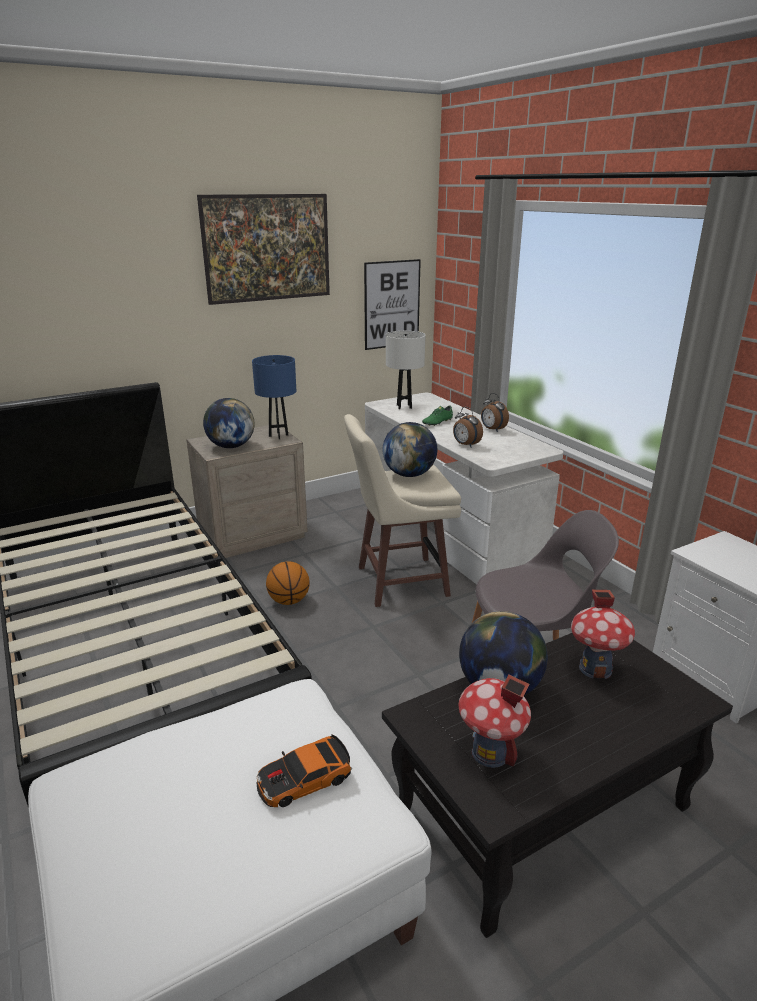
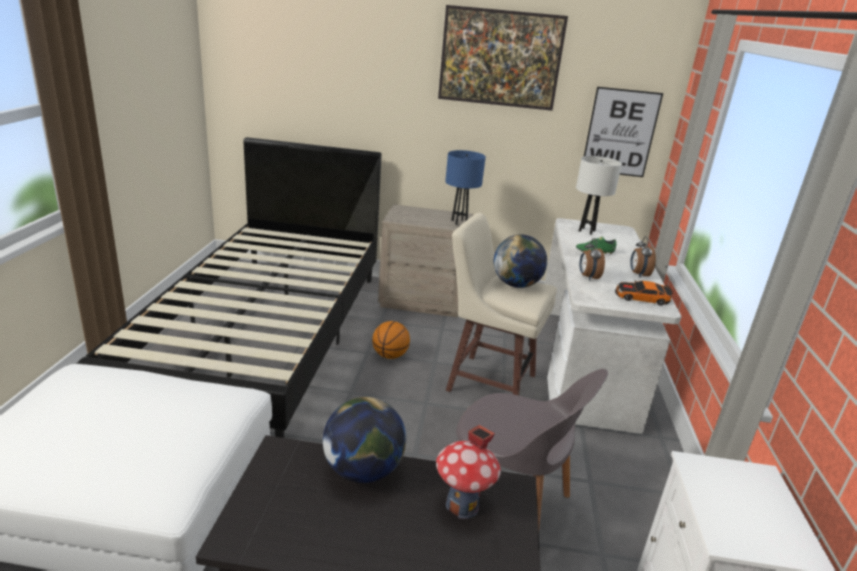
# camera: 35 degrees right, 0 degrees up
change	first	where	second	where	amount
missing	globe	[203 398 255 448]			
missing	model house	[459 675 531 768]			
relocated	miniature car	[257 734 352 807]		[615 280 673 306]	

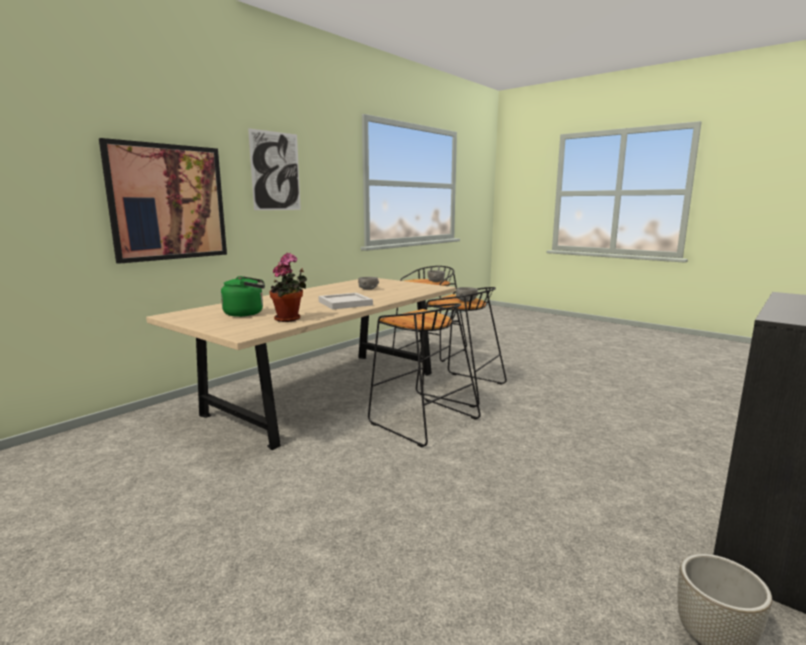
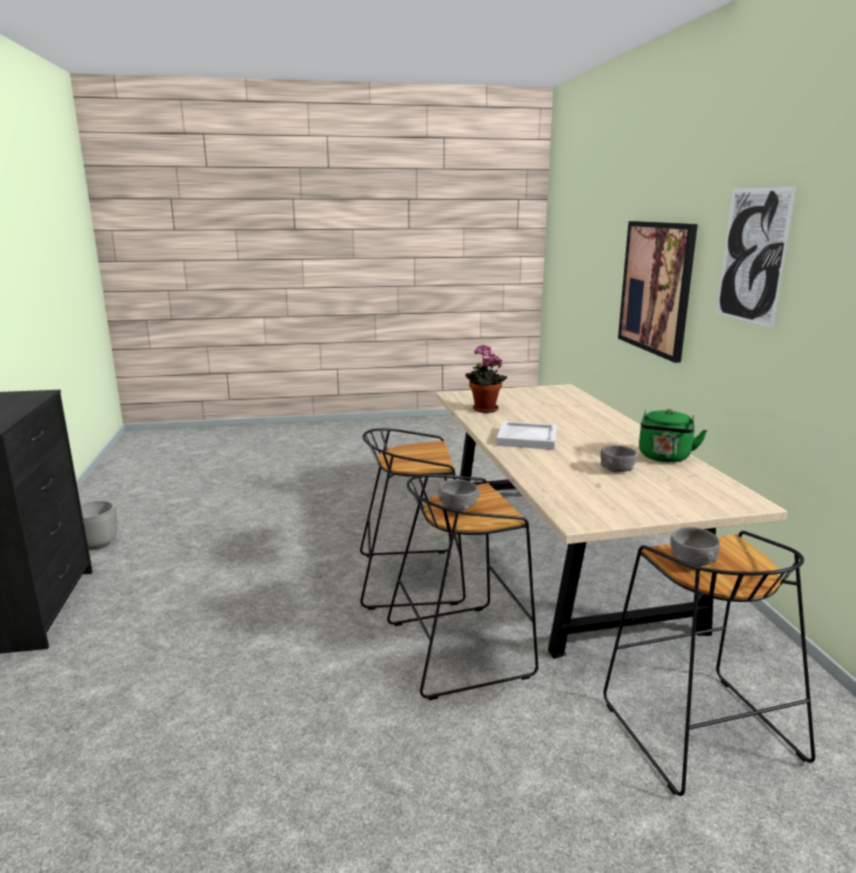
# camera: 130 degrees right, 5 degrees up
change	first	where	second	where	amount
relocated	greenish kettle	[221 276 265 317]		[639 409 707 462]	

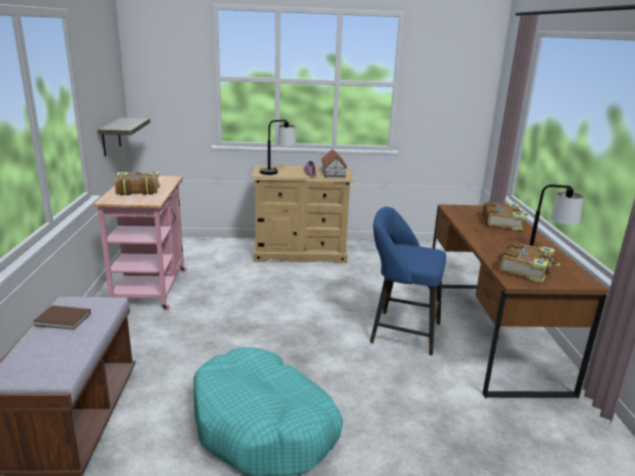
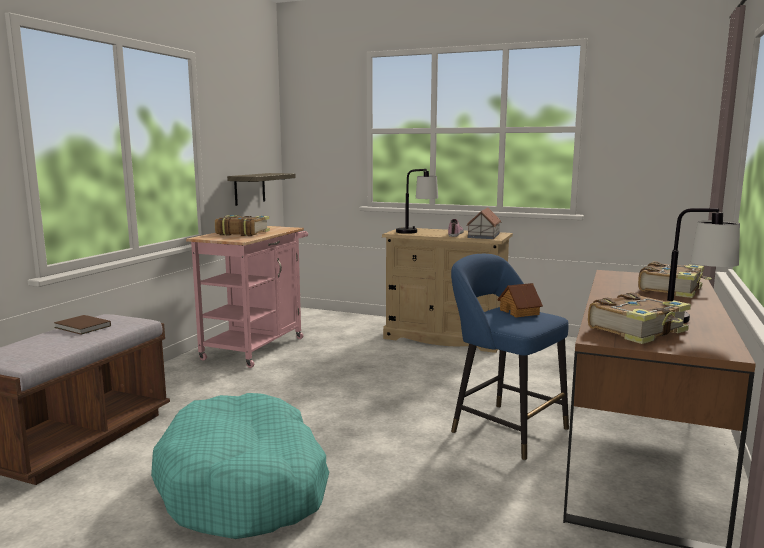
# camera: 25 degrees right, 10 degrees down
change	first	where	second	where	amount
appeared			model house	[497 283 543 317]	

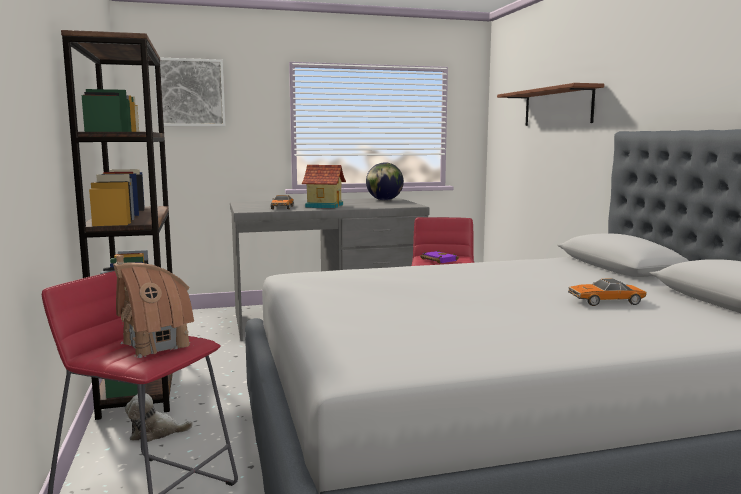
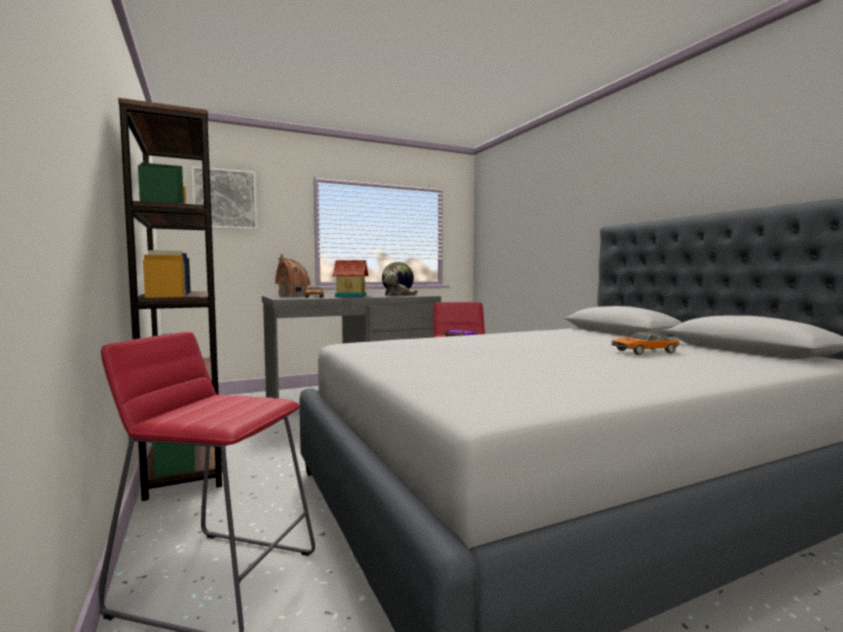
# camera: 10 degrees left, 5 degrees down
change	first	where	second	where	amount
missing	brownish shelf	[497 83 604 126]			
relocated	model house	[113 255 194 358]		[275 254 311 296]	
relocated	soft toy	[125 393 193 442]		[383 273 418 296]	

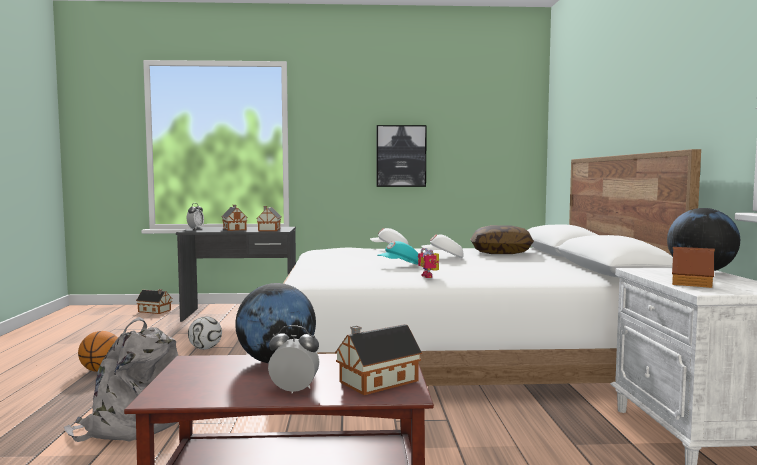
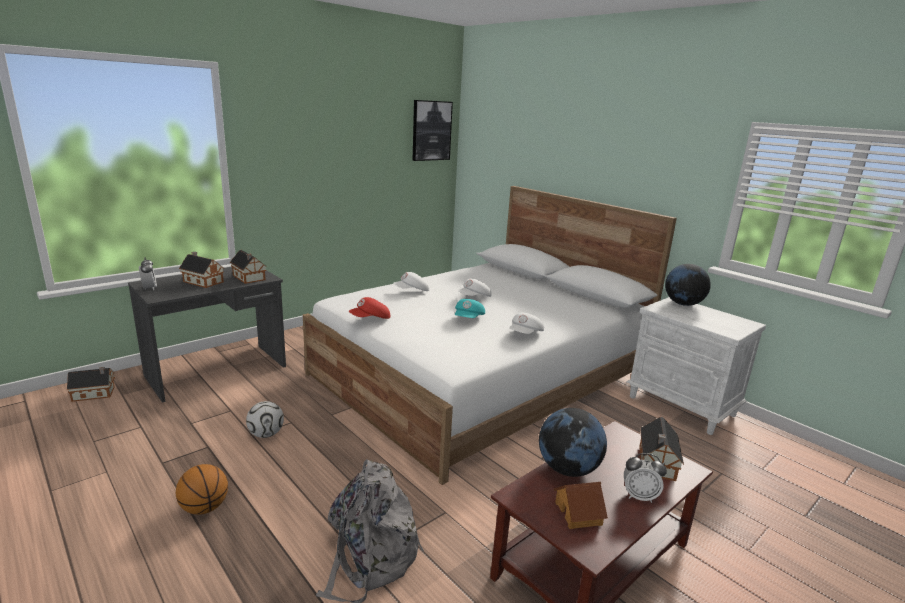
# camera: 40 degrees left, 15 degrees up
change	first	where	second	where	amount
relocated	wall art	[376 125 427 187]		[413 100 453 161]	
missing	cushion	[470 225 534 254]			
relocated	model house	[672 247 715 288]		[554 482 608 529]	
exchanged	model robot	[418 248 439 278]	white-coloured baseball cap	[509 312 544 334]	
spun	table clock	[268 325 319 393]		[624 453 667 503]	135 degrees counterclockwise
appeared			reddish baseball cap	[349 297 390 319]	

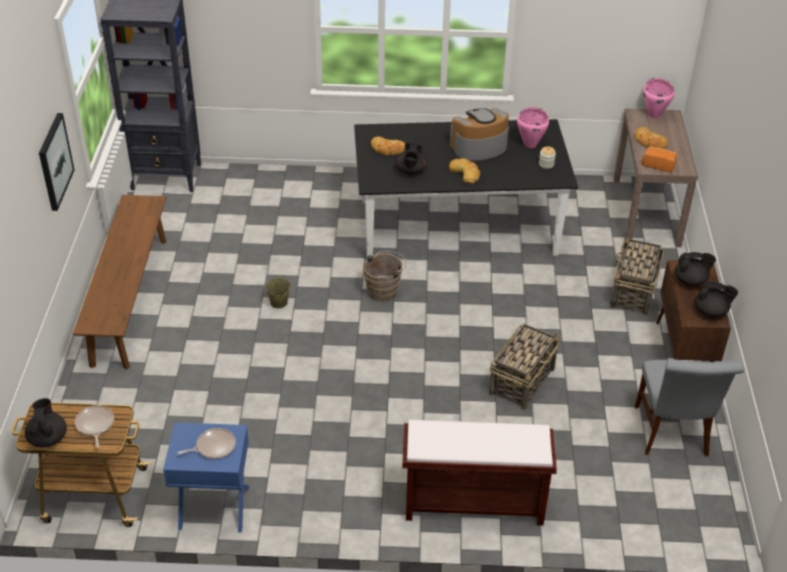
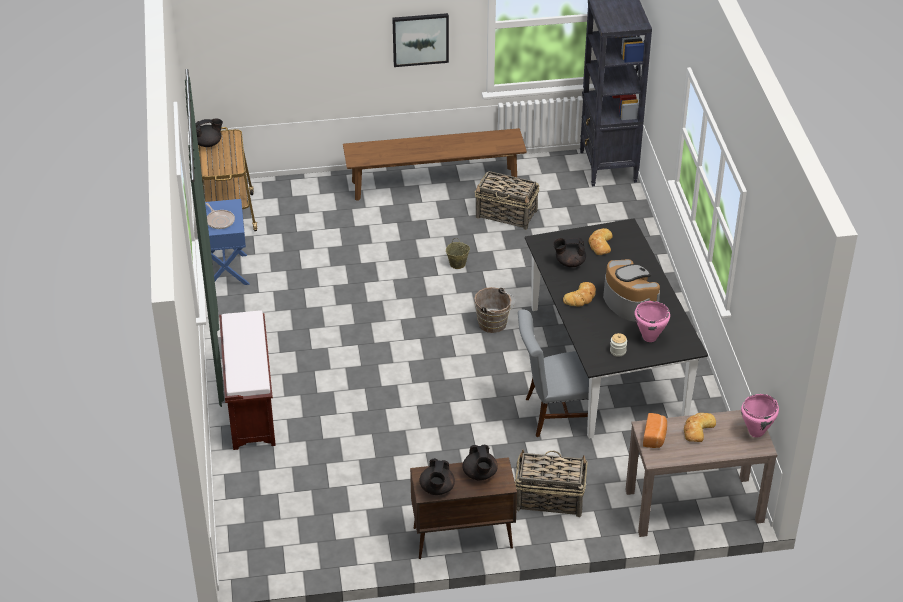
# camera: 80 degrees right, 0 degrees up
change	first	where	second	where	amount
relocated	household basket	[489 324 560 410]		[475 171 540 230]	
relocated	greyish chair	[635 359 744 456]		[518 309 589 437]	
missing	pan	[75 405 114 448]			

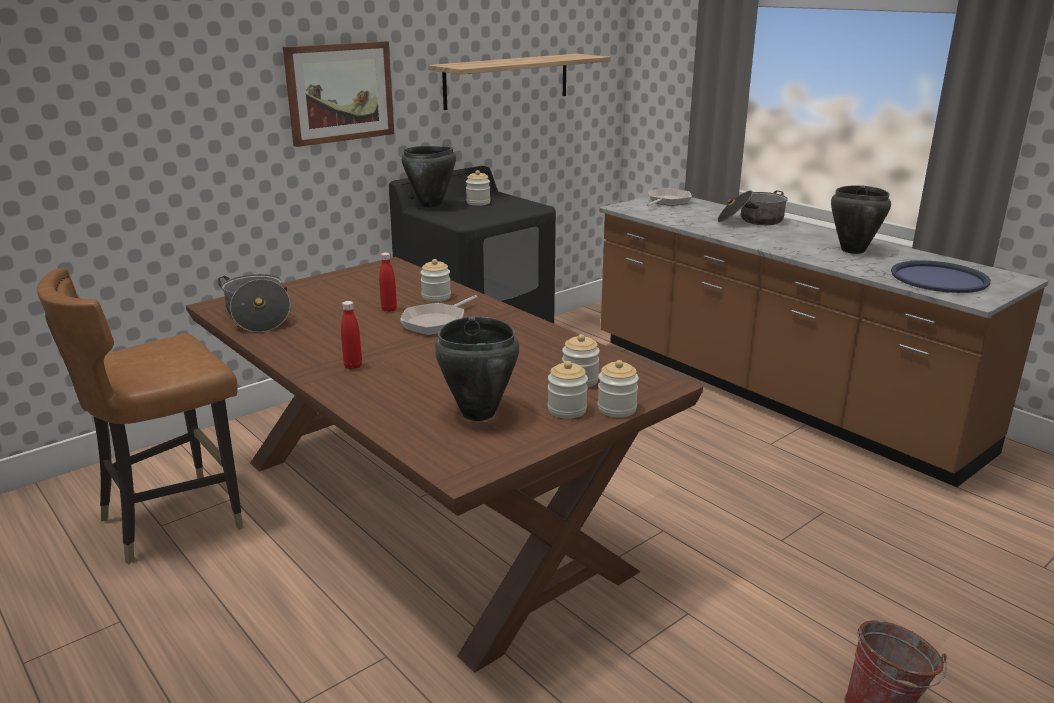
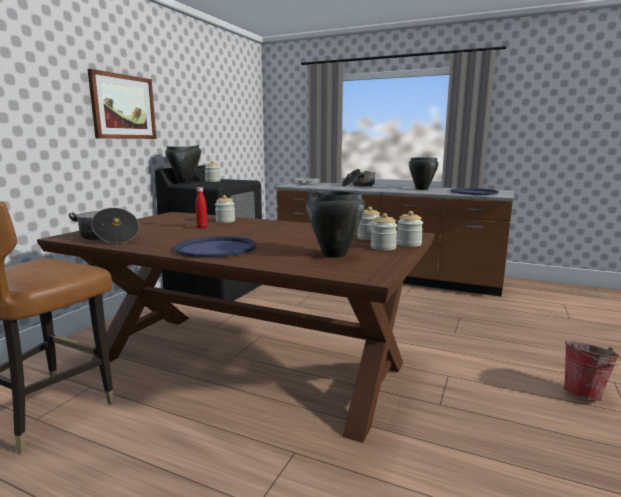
# camera: 25 degrees left, 10 degrees down
change	first	where	second	where	amount
missing	shelf	[428 54 611 110]			
missing	pan	[400 295 477 335]			
exchanged	reddish bottle	[341 301 362 369]	blue tray	[174 236 257 258]	

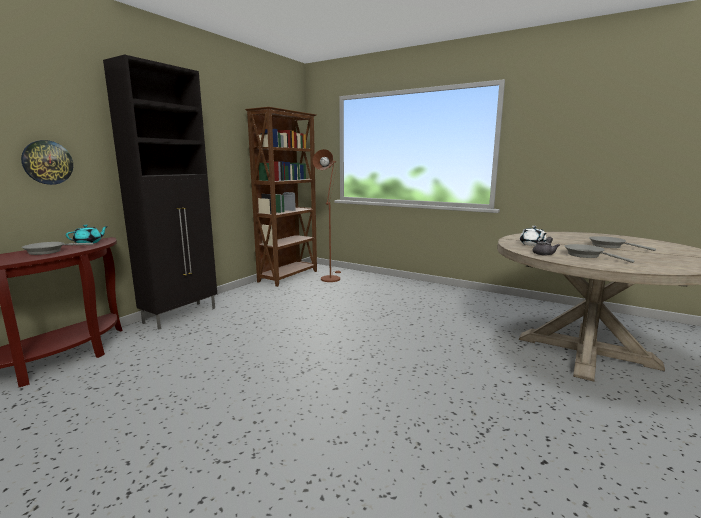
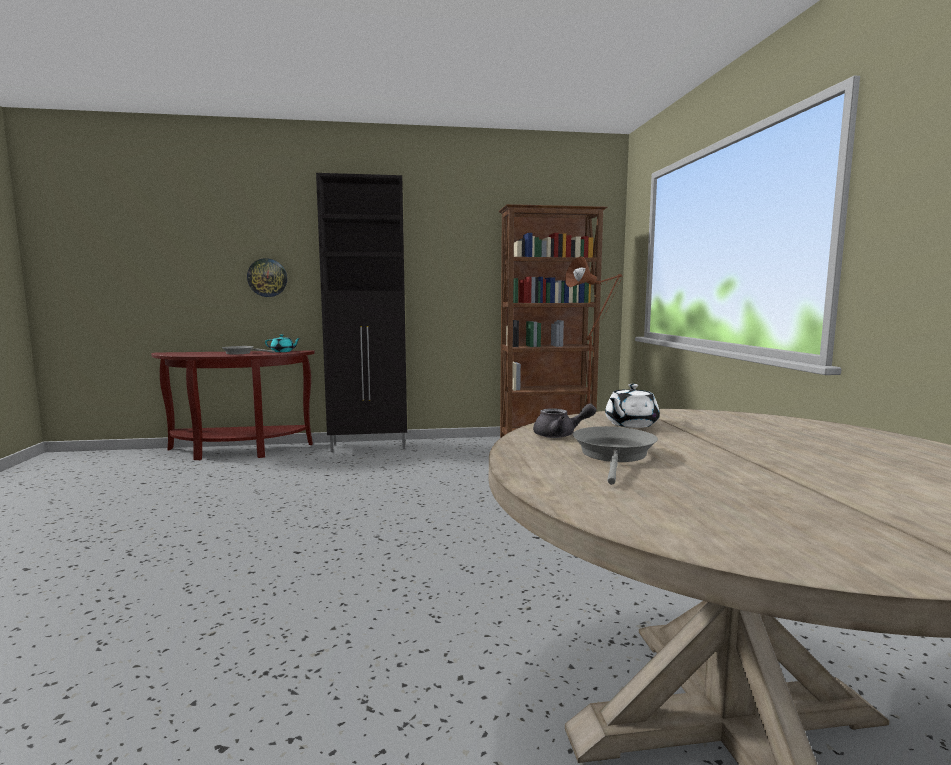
# camera: 50 degrees right, 5 degrees down
change	first	where	second	where	amount
missing	greyish pan	[589 236 656 251]			

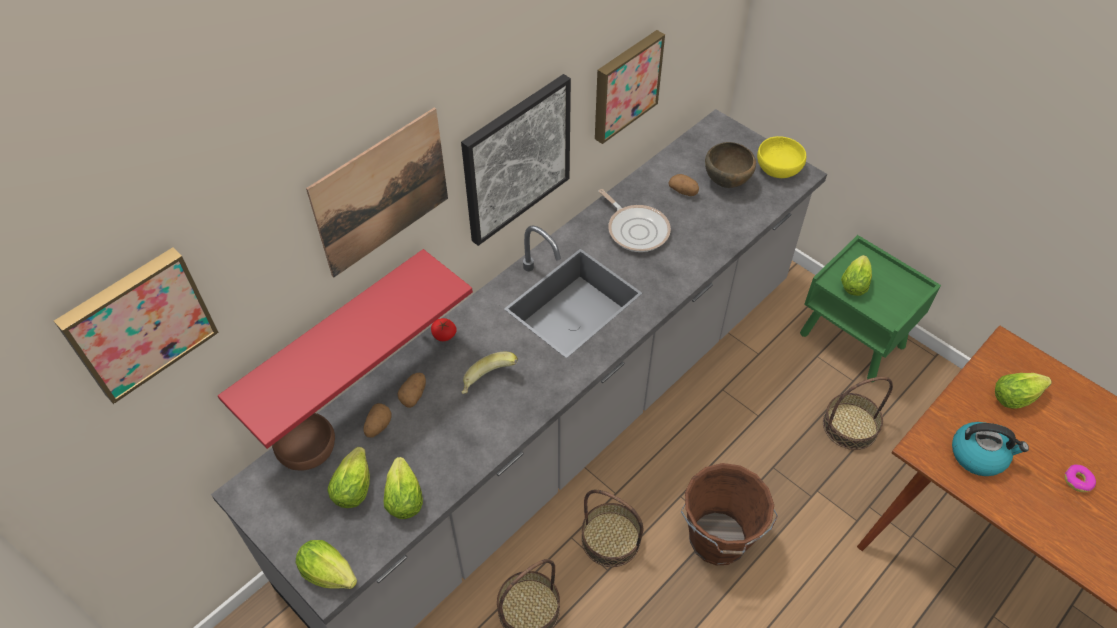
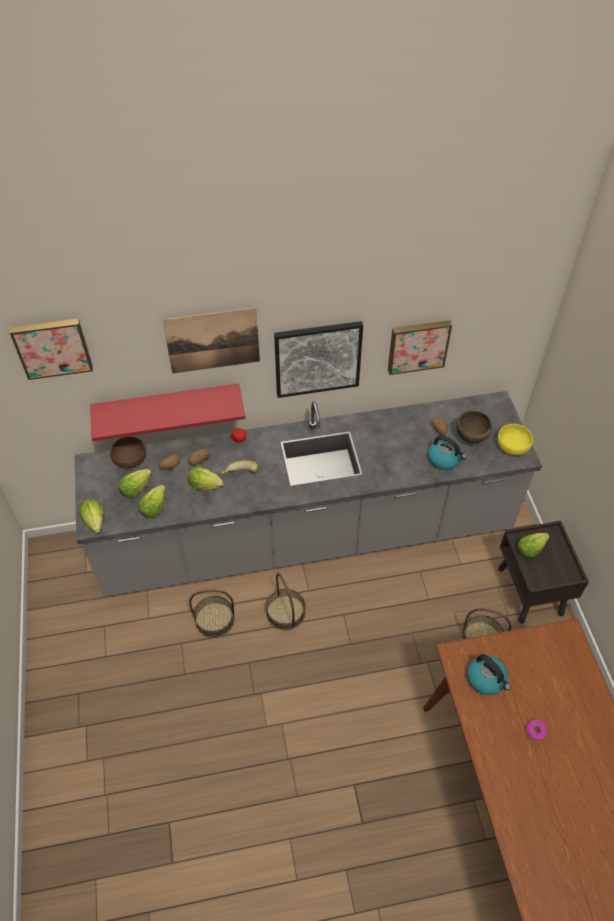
# camera: 35 degrees right, 0 degrees up
change	first	where	second	where	amount
missing	pan	[598 189 671 252]			
colour	greenish night table	[800 235 941 382]	brownish night table	[498 521 589 624]	
relocated	head of lettuce	[995 373 1052 409]		[188 466 224 490]	
missing	brownish bucket	[681 463 778 565]			
appeared			kettle	[428 435 467 470]	

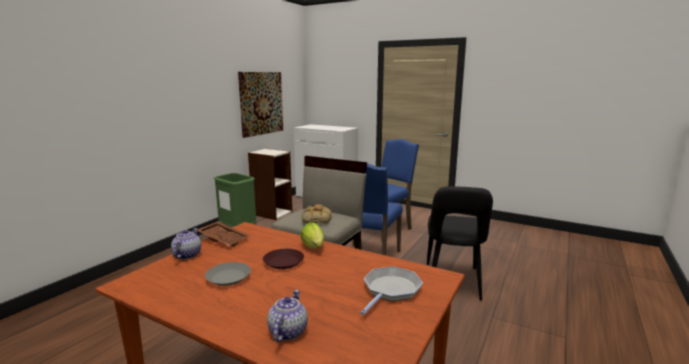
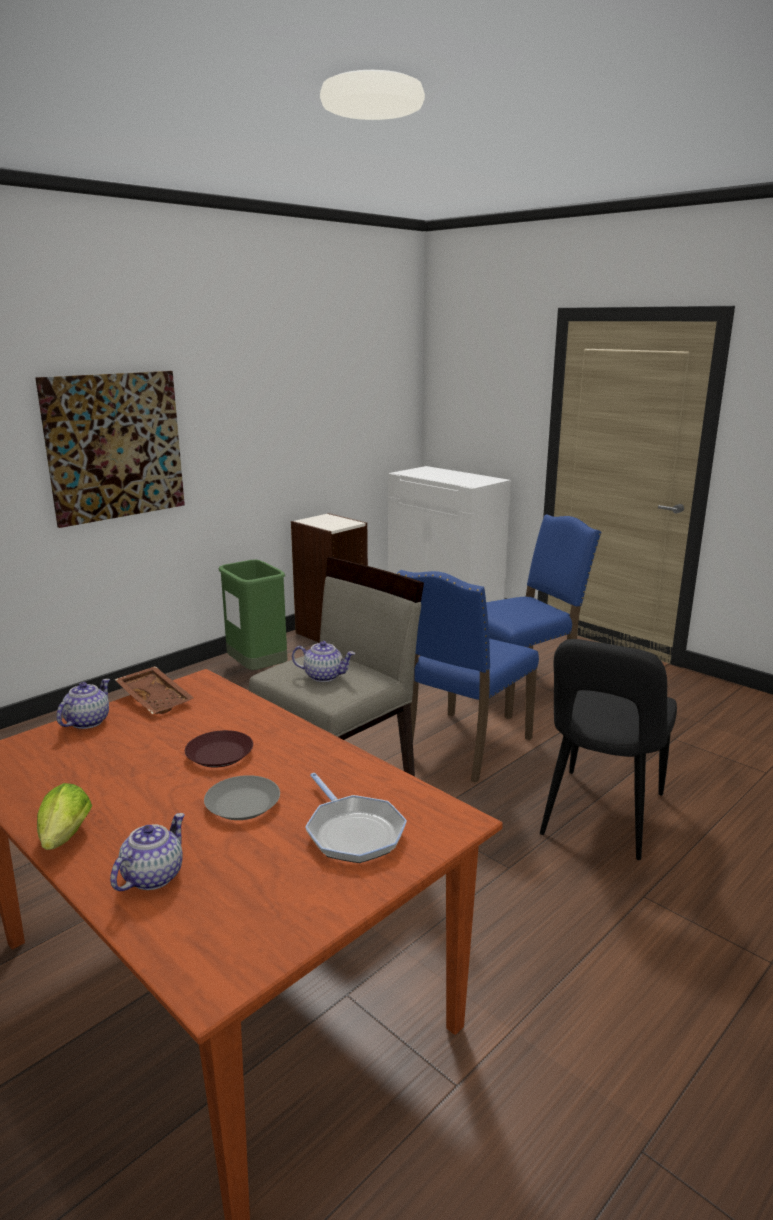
# camera: 15 degrees right, 5 degrees up
change	first	where	second	where	amount
relocated	wall art	[238 72 283 138]		[35 371 185 528]	
exchanged	baked bread	[302 204 332 224]	pot for tea	[292 641 355 682]	
relocated	head of lettuce	[301 222 324 249]		[37 783 92 850]	
relocated	greyish plate	[205 262 251 286]		[204 775 280 820]	
spun	pan	[360 267 423 315]		[305 773 407 863]	105 degrees clockwise

